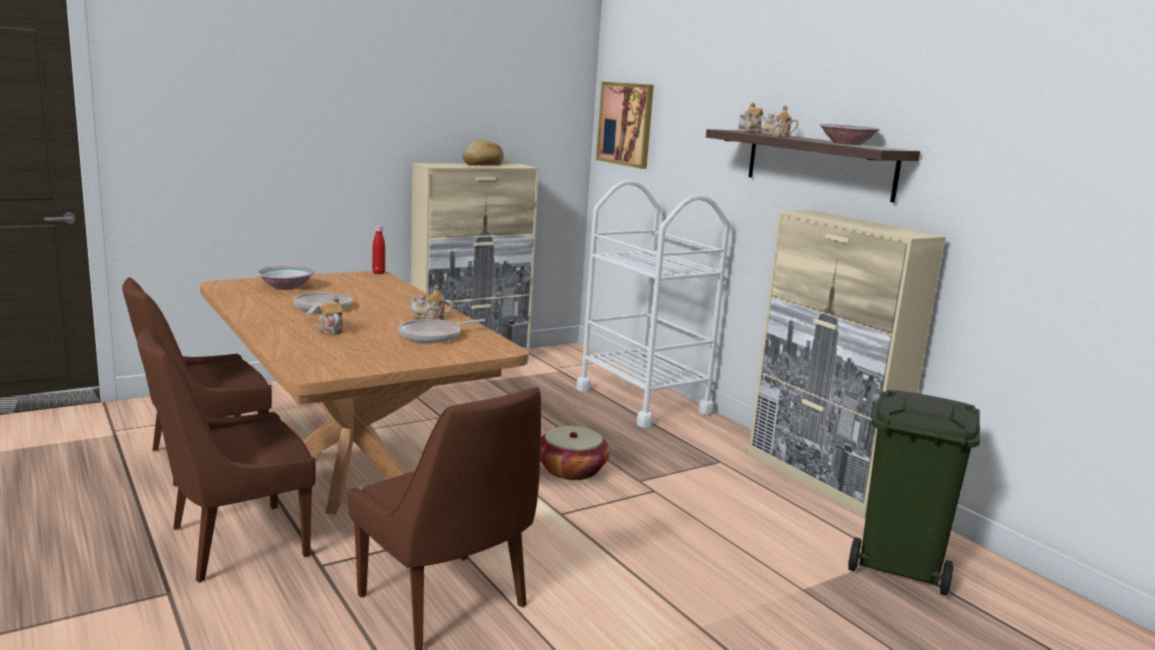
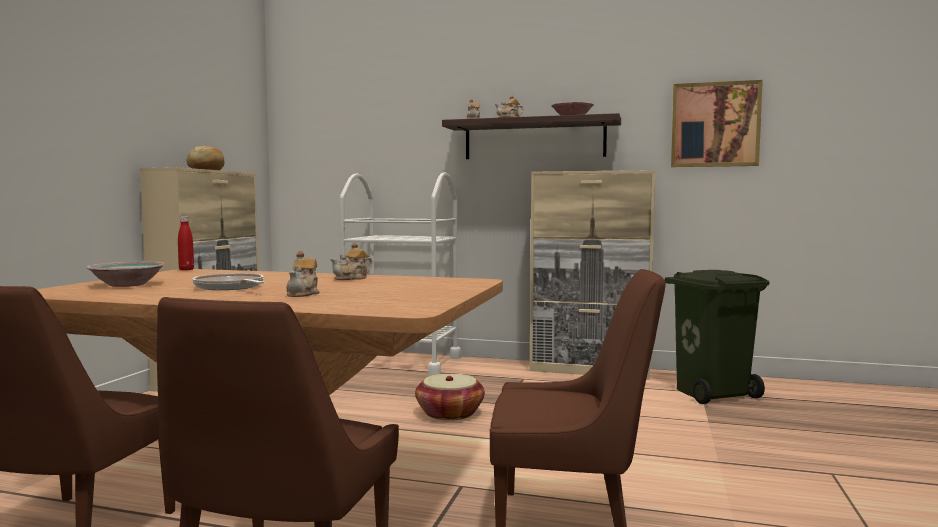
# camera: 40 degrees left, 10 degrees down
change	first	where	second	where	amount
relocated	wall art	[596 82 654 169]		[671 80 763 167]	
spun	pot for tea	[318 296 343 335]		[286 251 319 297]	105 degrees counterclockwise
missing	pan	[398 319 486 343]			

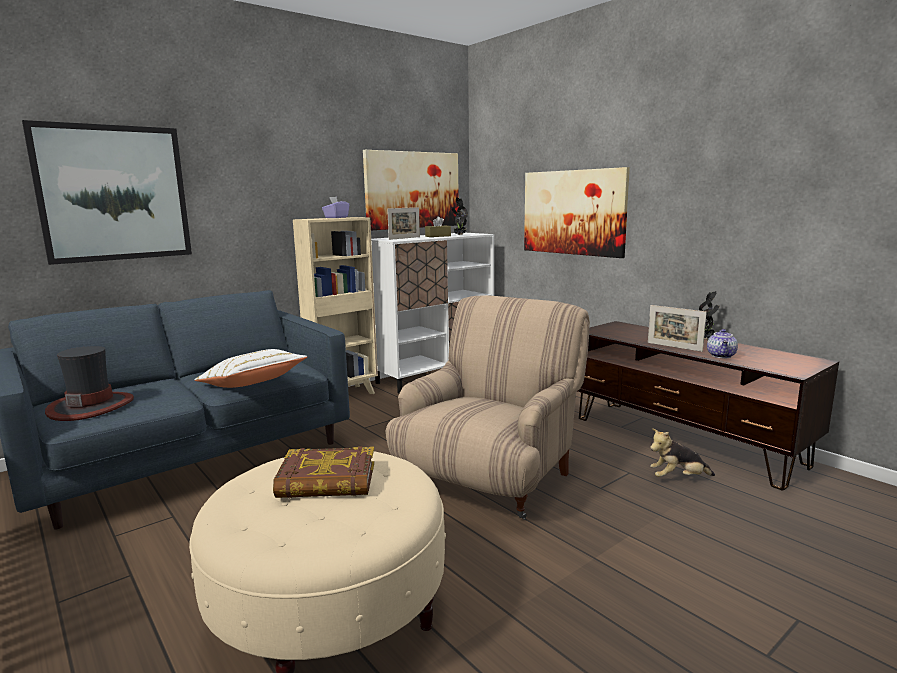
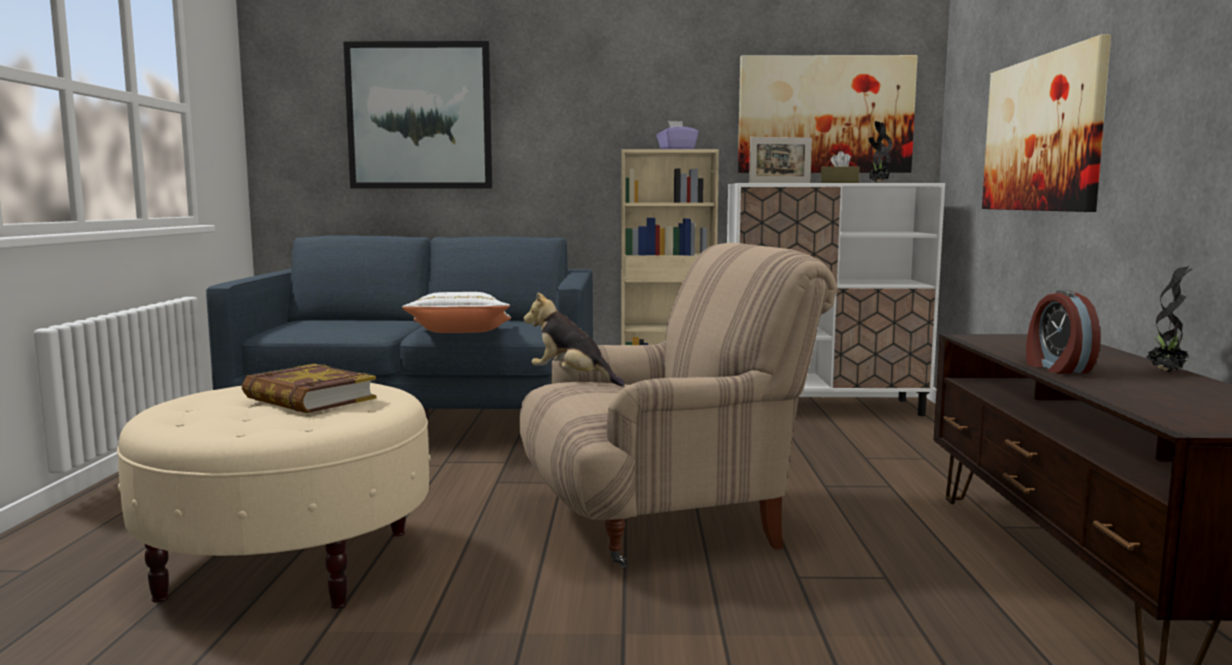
# camera: 40 degrees right, 5 degrees down
change	first	where	second	where	amount
exchanged	picture frame	[648 305 707 352]	table clock	[1026 290 1101 374]	
missing	pot for tea	[707 329 738 358]			
missing	wearable hat	[45 346 134 421]			
relocated	soft toy	[650 428 715 477]		[523 292 625 386]	

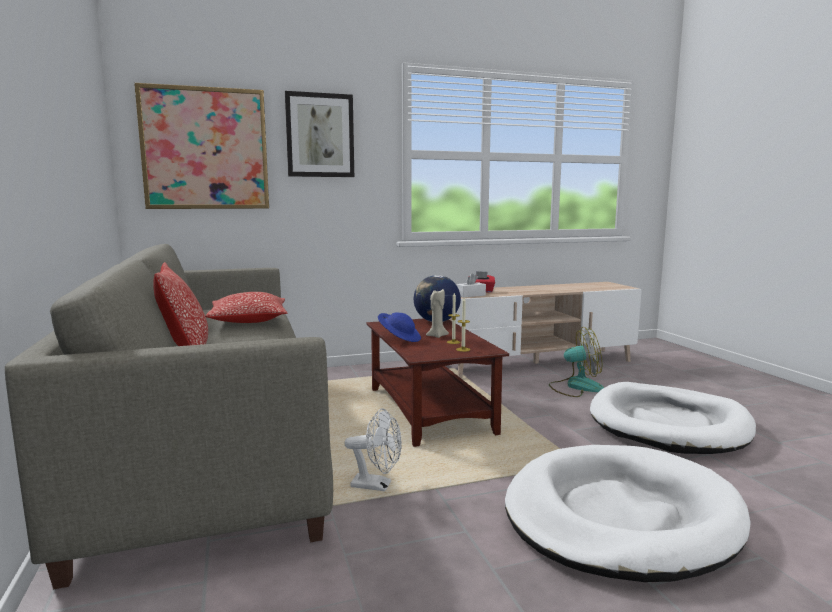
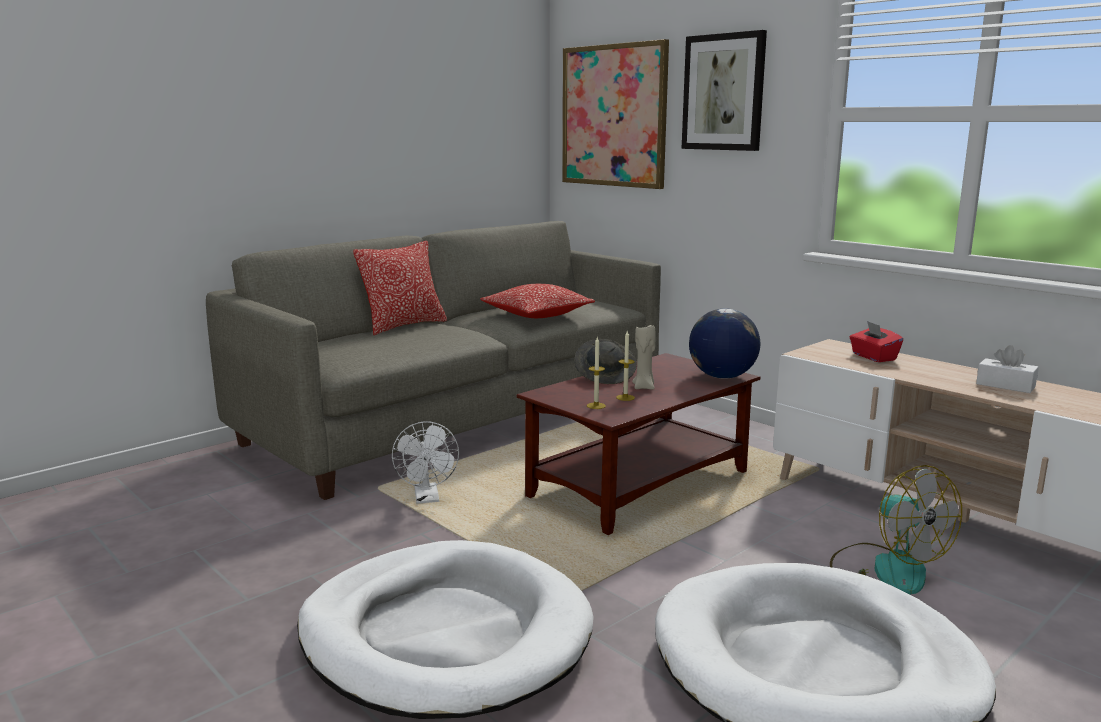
# camera: 65 degrees right, 5 degrees up
change	first	where	second	where	amount
relocated	white-coloured box of tissues	[456 273 486 298]		[976 345 1039 393]	
colour	blue wearable hat	[378 312 421 342]	greyish wearable hat	[574 339 637 384]	

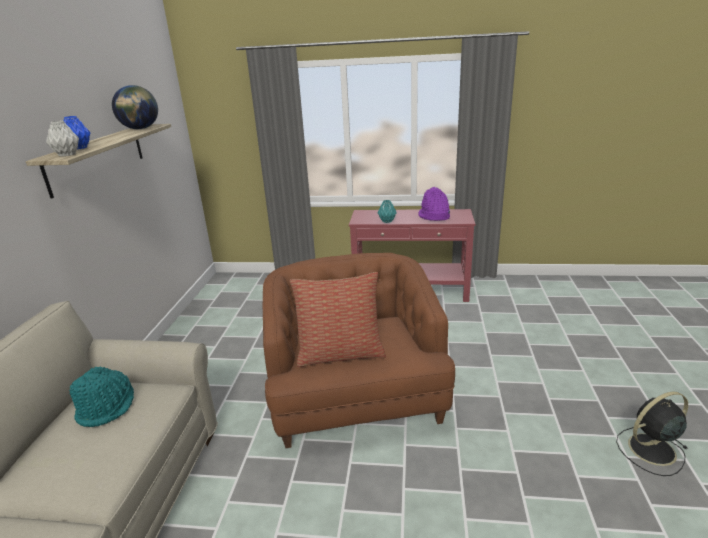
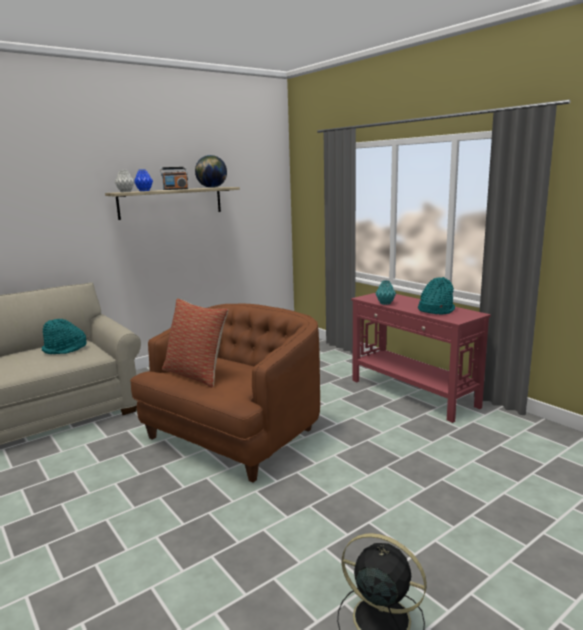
# camera: 45 degrees right, 10 degrees down
change	first	where	second	where	amount
colour	purple-coloured wearable hat	[418 187 450 221]	blue-green wearable hat	[418 277 455 314]	
appeared			radio set	[160 167 188 190]	

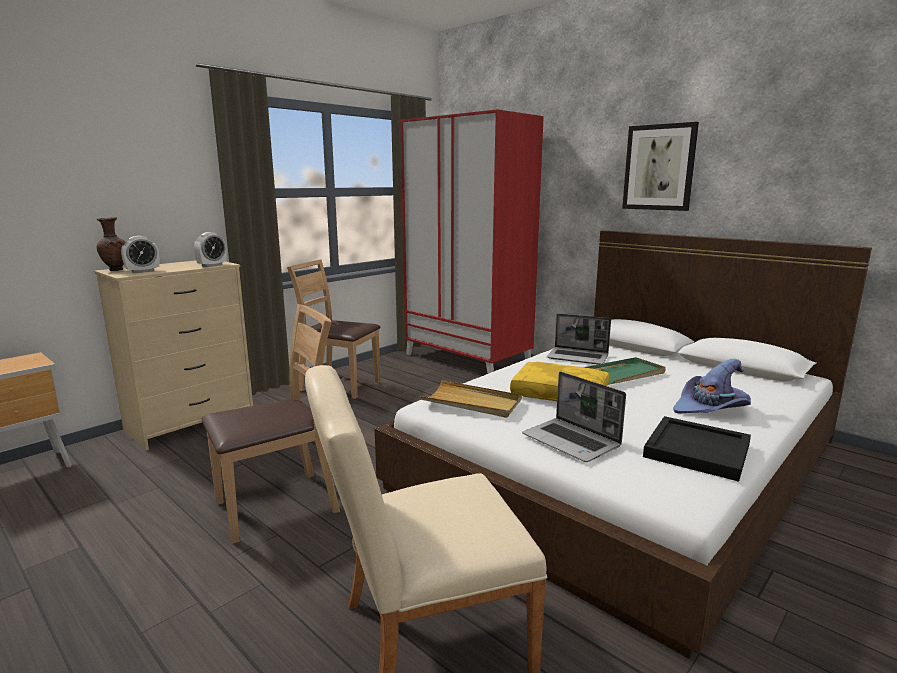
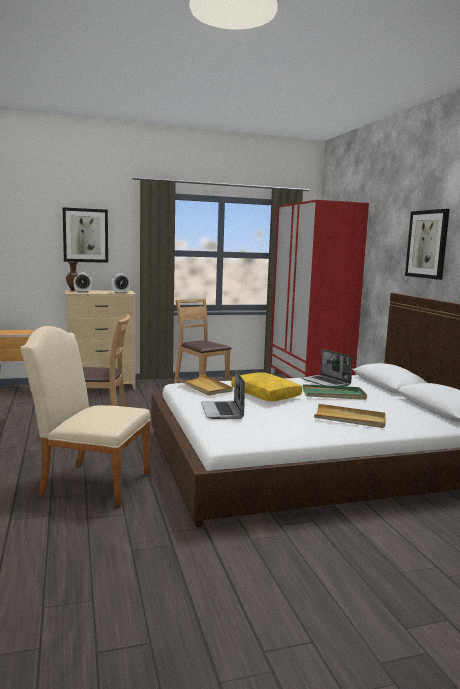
# camera: 30 degrees right, 5 degrees down
change	first	where	second	where	amount
exchanged	purple-coloured wearable hat	[673 359 751 414]	beige-coloured tray	[314 404 386 428]	
missing	black tray	[643 416 751 482]			
appeared			wall art	[63 207 108 263]	

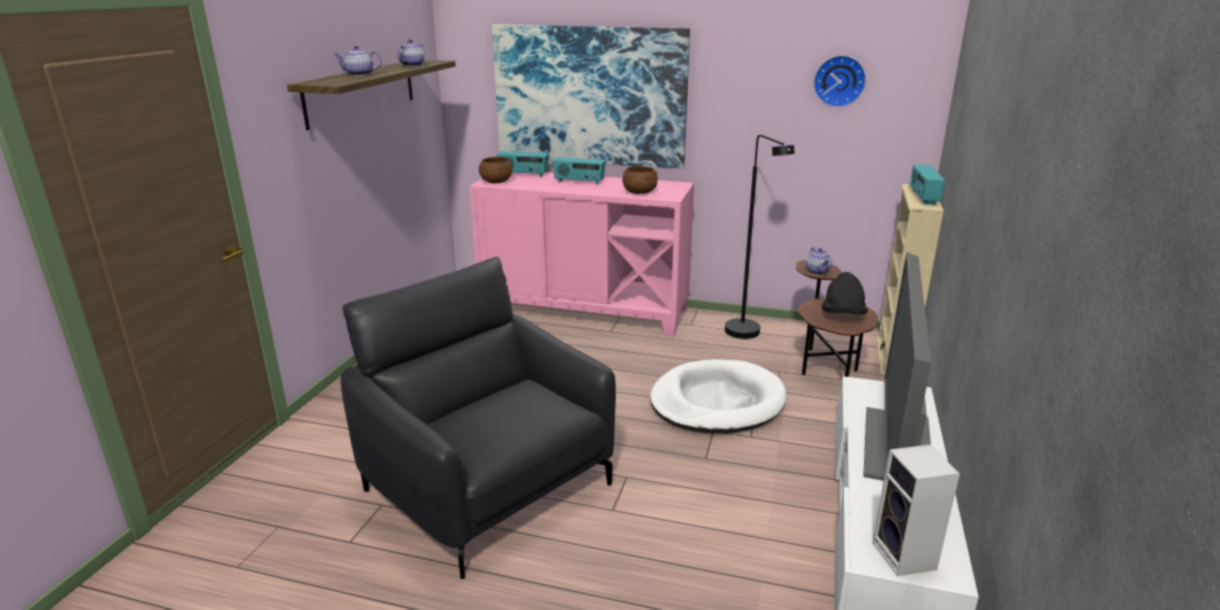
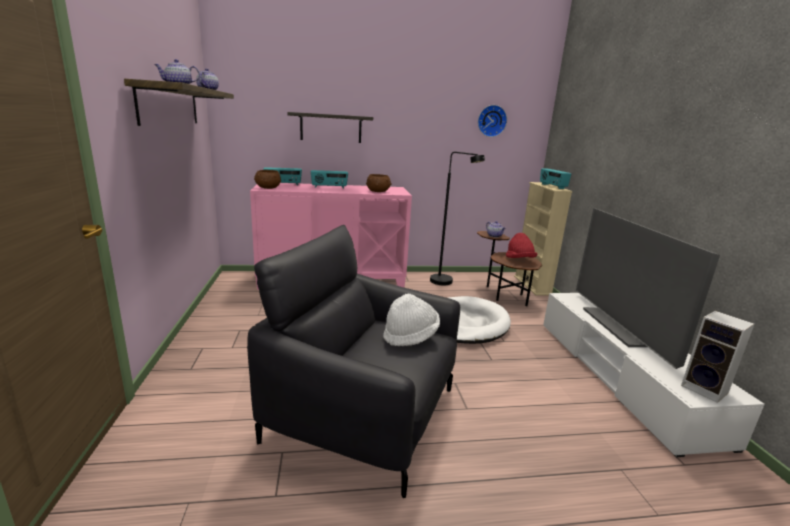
# camera: 25 degrees left, 5 degrees down
change	first	where	second	where	amount
exchanged	wall art	[492 24 690 169]	shelf	[288 112 373 143]	
colour	black wearable hat	[822 272 868 315]	reddish wearable hat	[506 233 537 258]	
appeared			white-coloured wearable hat	[383 293 440 346]	

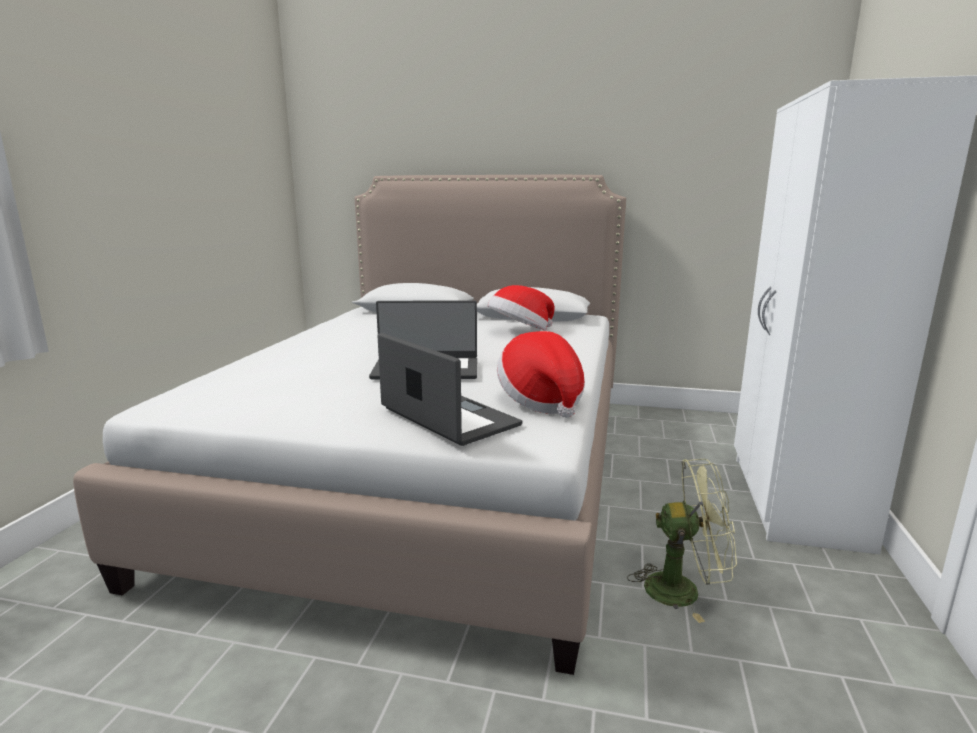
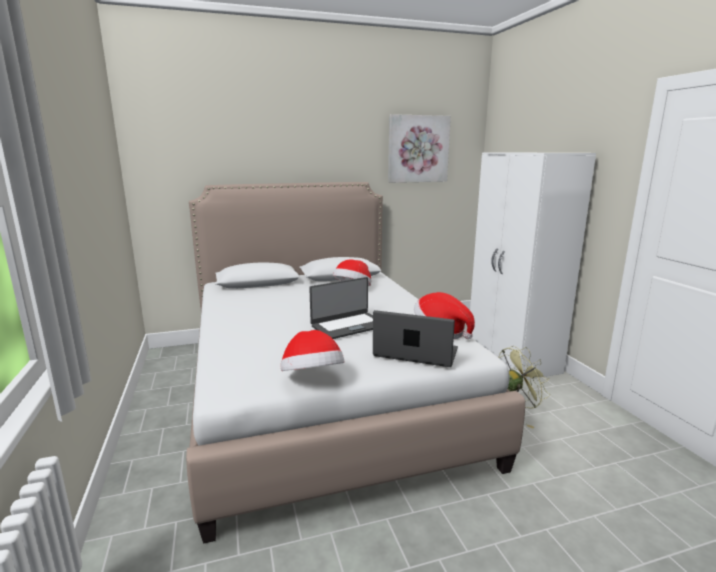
# camera: 30 degrees left, 0 degrees up
change	first	where	second	where	amount
appeared			wall art	[388 114 451 183]	
appeared			wearable hat	[281 330 344 371]	

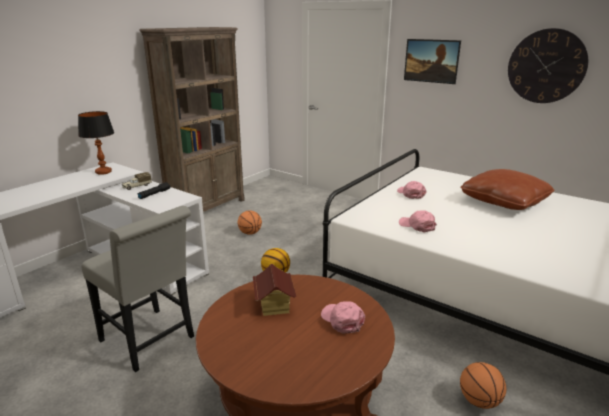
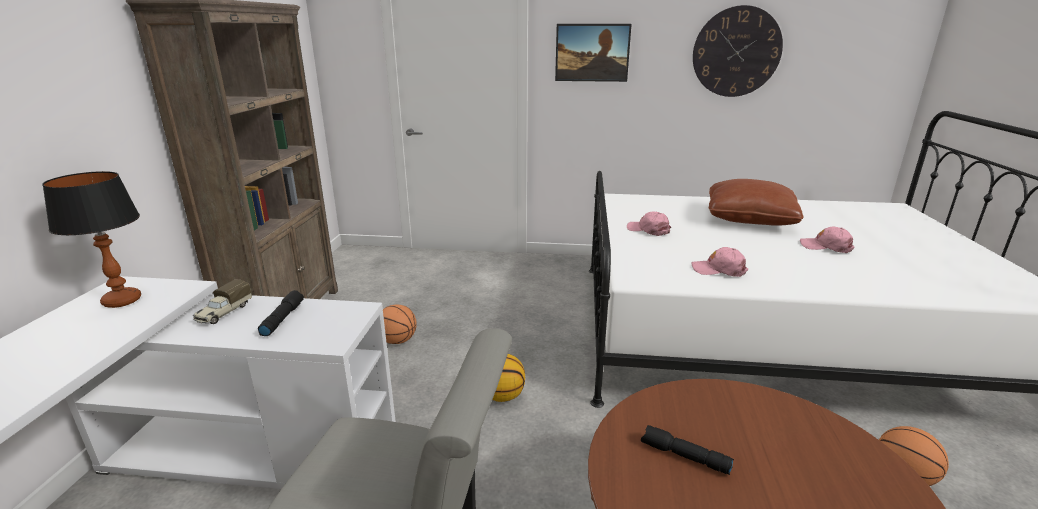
# camera: 30 degrees left, 0 degrees up
change	first	where	second	where	amount
exchanged	model house	[253 264 296 316]	black torch	[641 425 734 475]	
relocated	pink-coloured baseball cap	[321 301 365 334]		[800 226 855 253]	

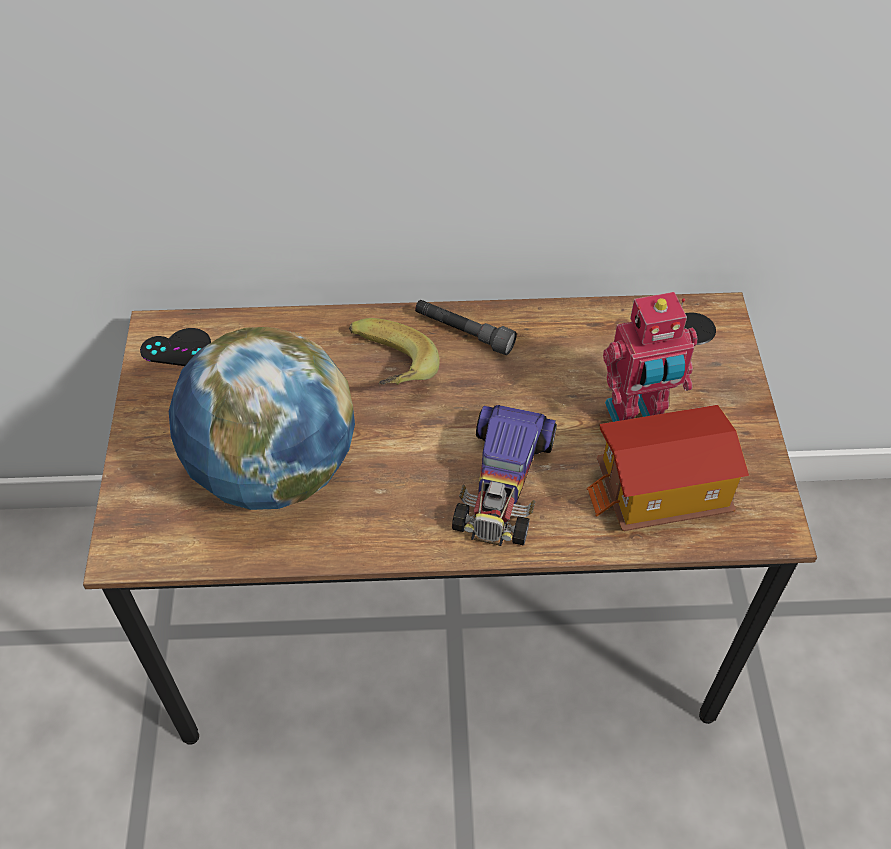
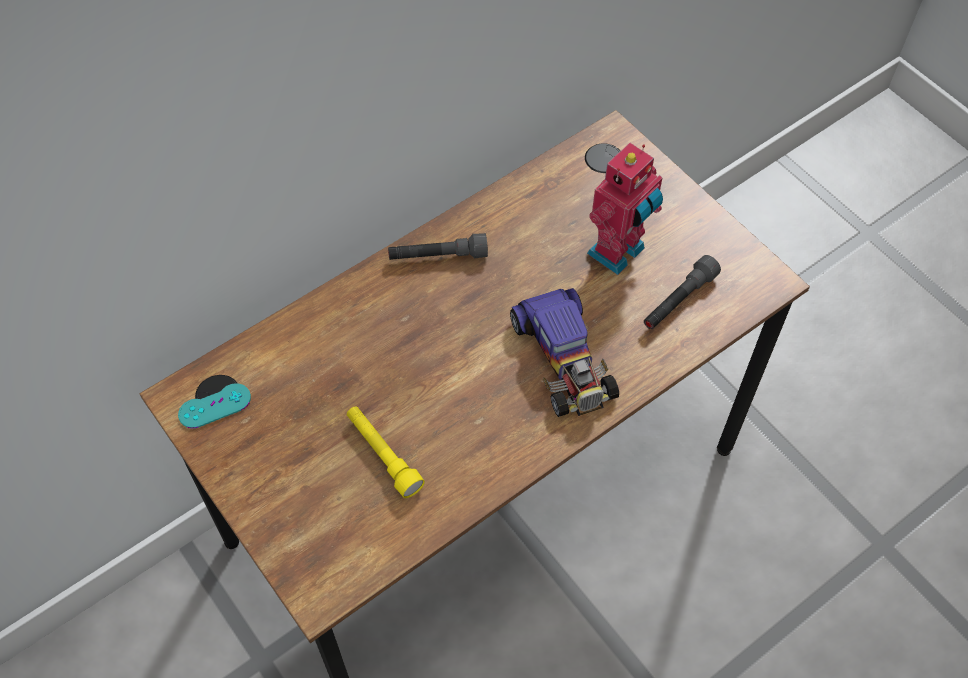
# camera: 35 degrees left, 5 degrees up
change	first	where	second	where	amount
missing	banana	[349 318 440 385]			
exchanged	globe	[169 327 355 510]	yellowish torch	[347 406 425 498]	
colour	black joypad	[140 336 208 366]	blue-green joypad	[178 383 251 428]	
exchanged	model house	[586 405 749 531]	greyish torch	[644 255 721 329]	

